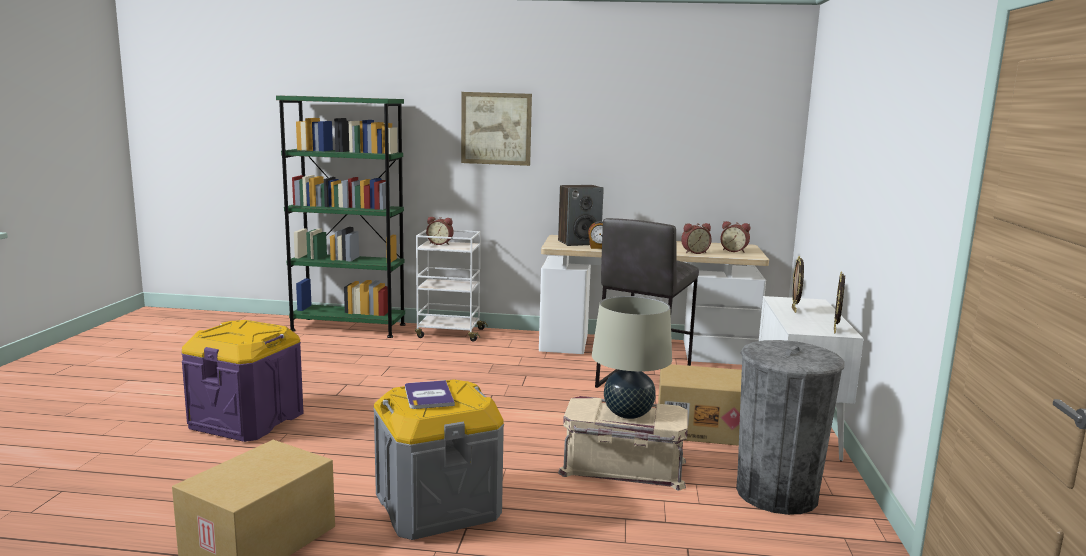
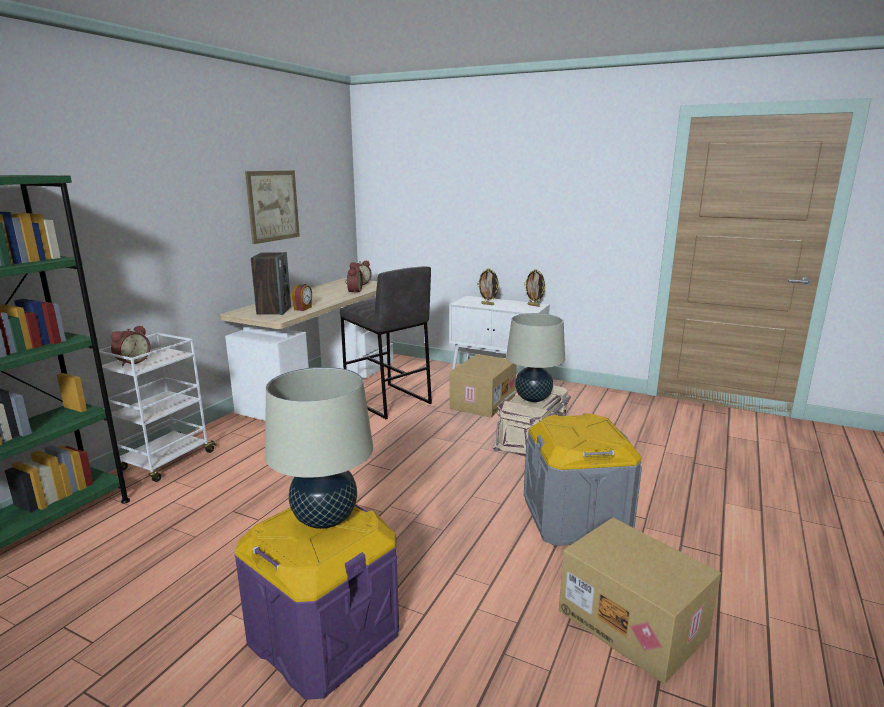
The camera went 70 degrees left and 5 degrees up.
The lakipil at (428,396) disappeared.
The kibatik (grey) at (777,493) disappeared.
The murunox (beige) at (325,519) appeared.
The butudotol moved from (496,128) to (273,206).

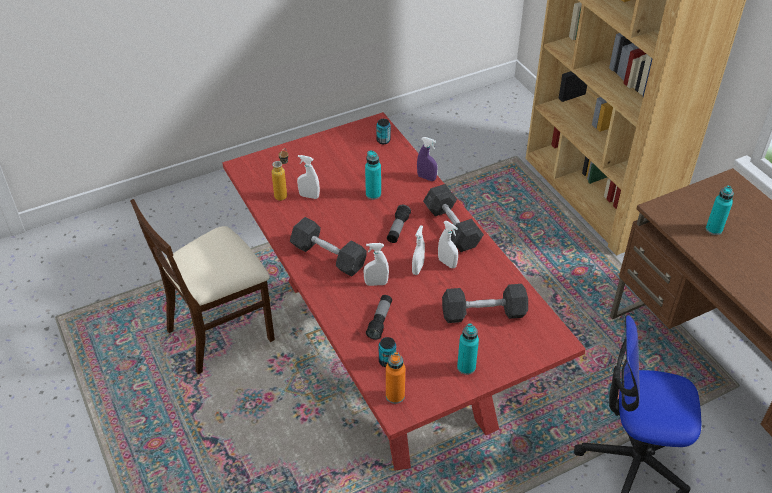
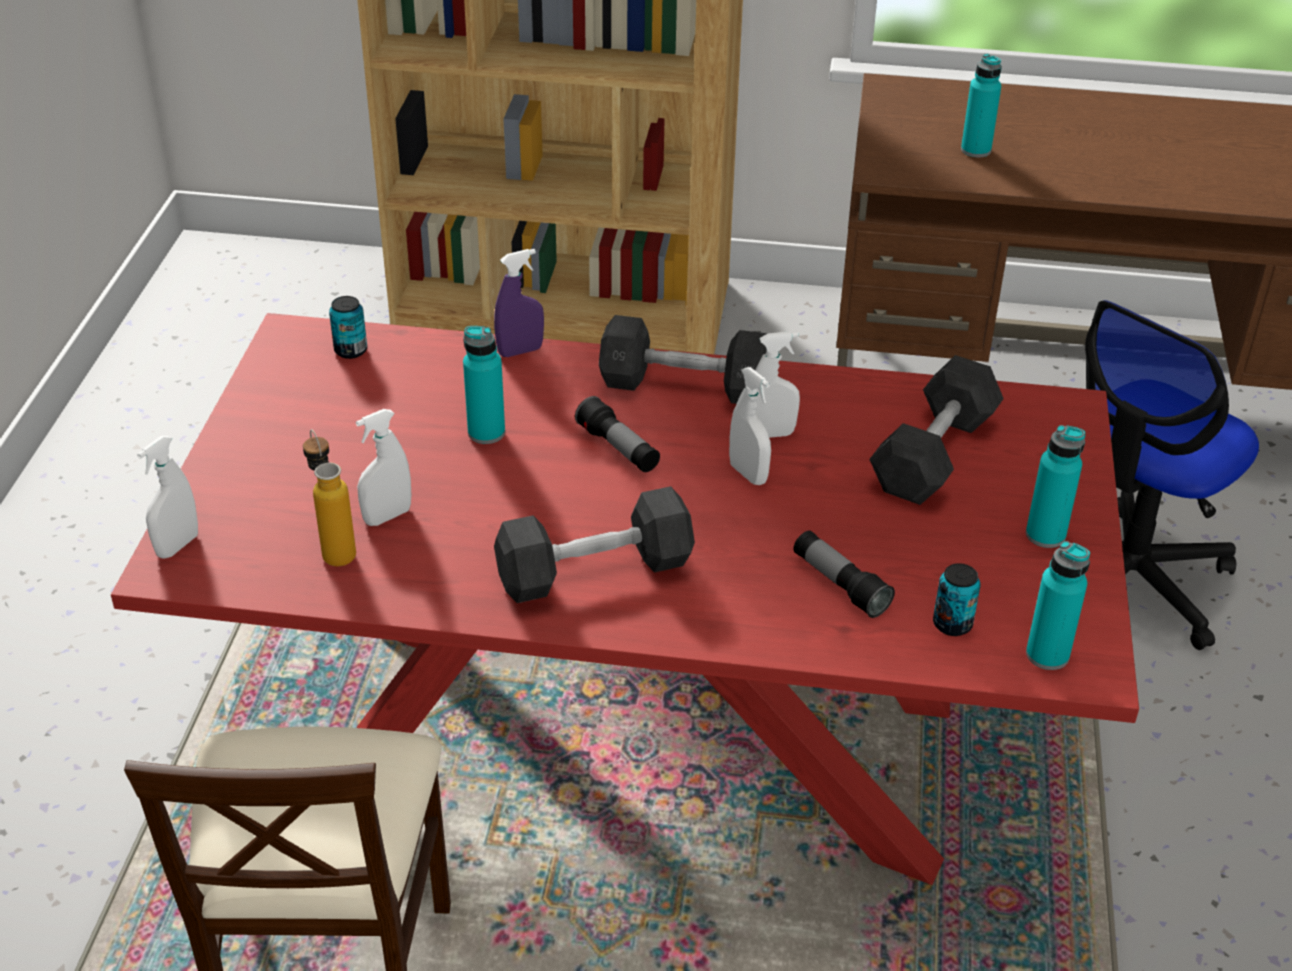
The camera went 55 degrees left and 5 degrees down.
The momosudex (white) moved from (376,283) to (177,546).
The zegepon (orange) at (395,396) became the zegepon (turquoise) at (1047,655).

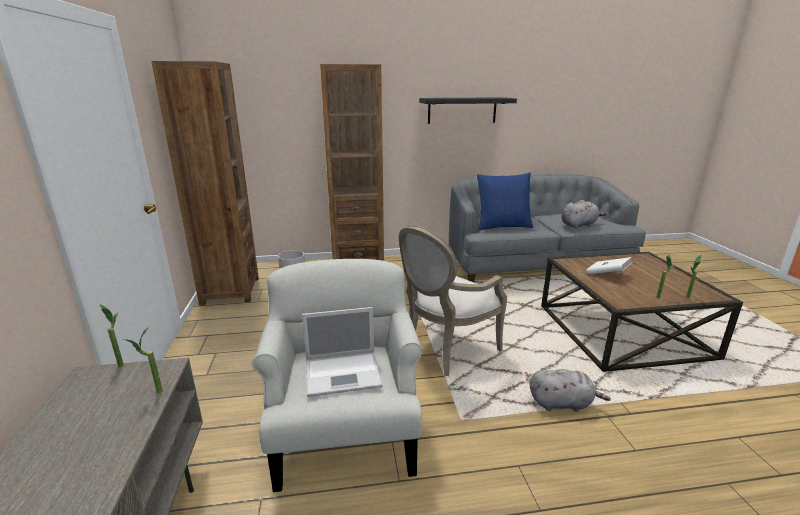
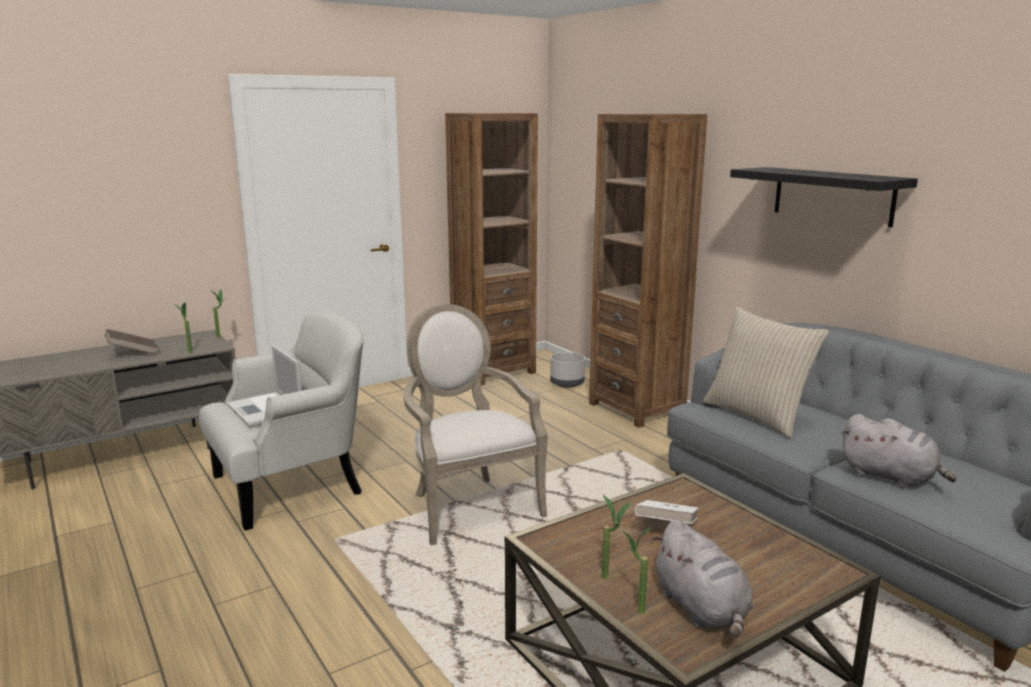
The camera went 65 degrees right and 5 degrees down.
The lakipil (brown) at (133,353) appeared.
The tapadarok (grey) moved from (562,403) to (702,609).
The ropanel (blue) at (502,226) became the ropanel (beige) at (757,415).
The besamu at (443,350) turned 45 degrees clockwise.

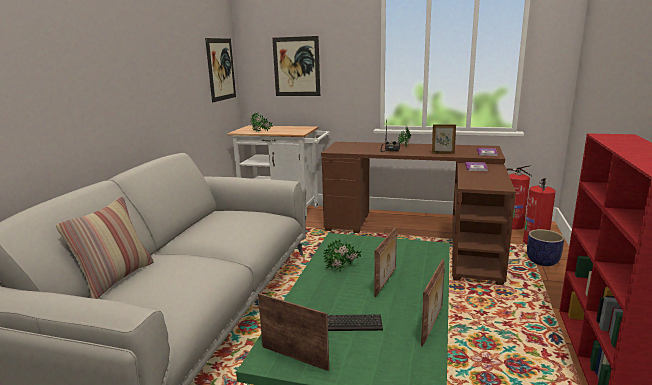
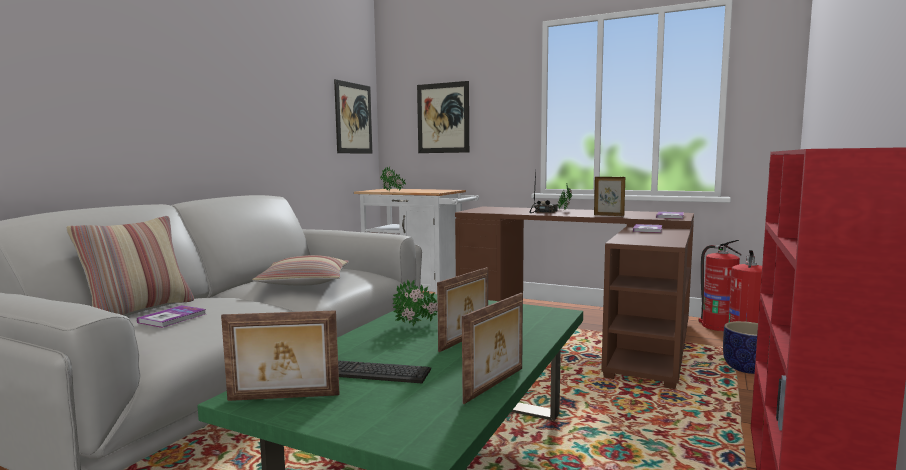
The camera went 10 degrees right and 10 degrees down.
The lakipil at (172,318) appeared.
The ropanel at (304,282) appeared.
The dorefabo at (295,357) turned 135 degrees clockwise.

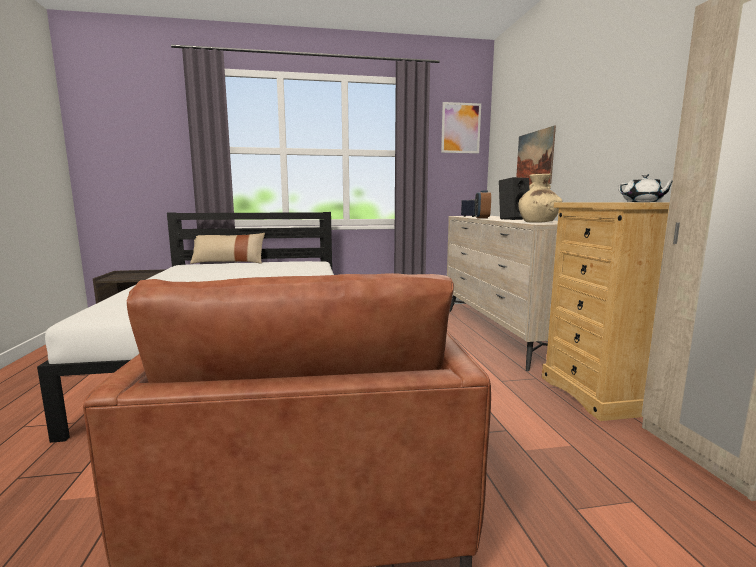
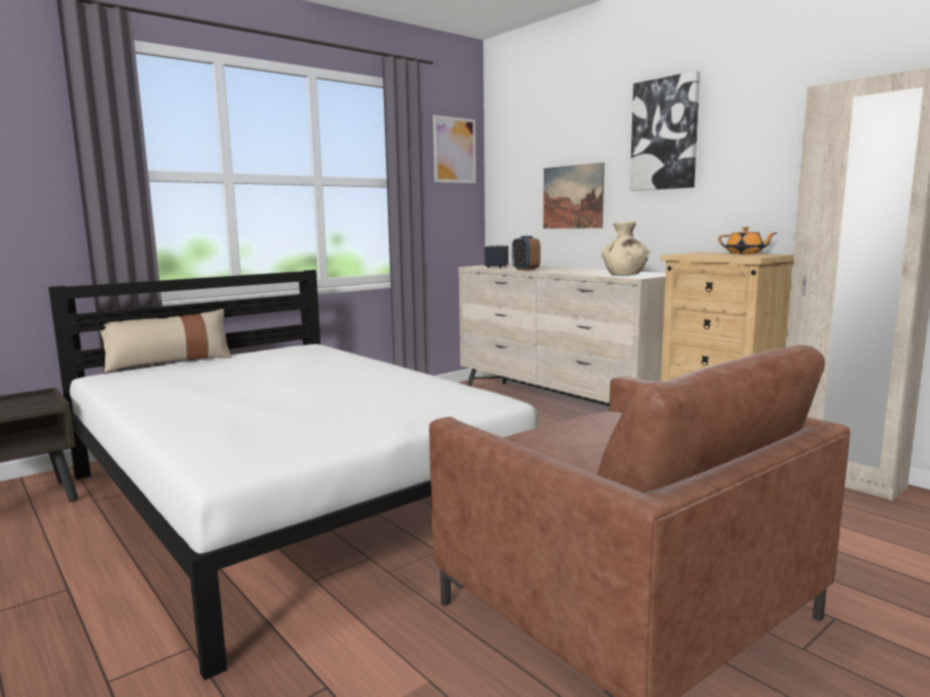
The camera went 30 degrees left and 0 degrees up.
The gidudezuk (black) at (513,219) disappeared.
The butudotol at (665,134) appeared.
The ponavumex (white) at (643,202) became the ponavumex (orange) at (745,253).

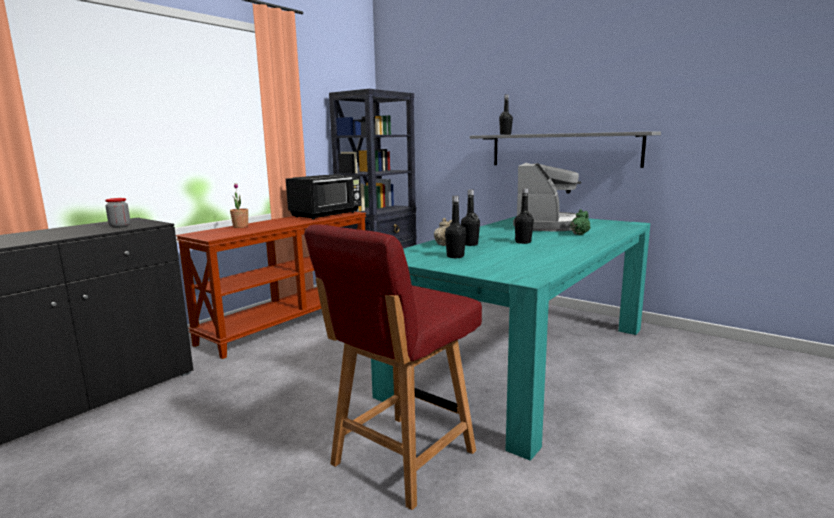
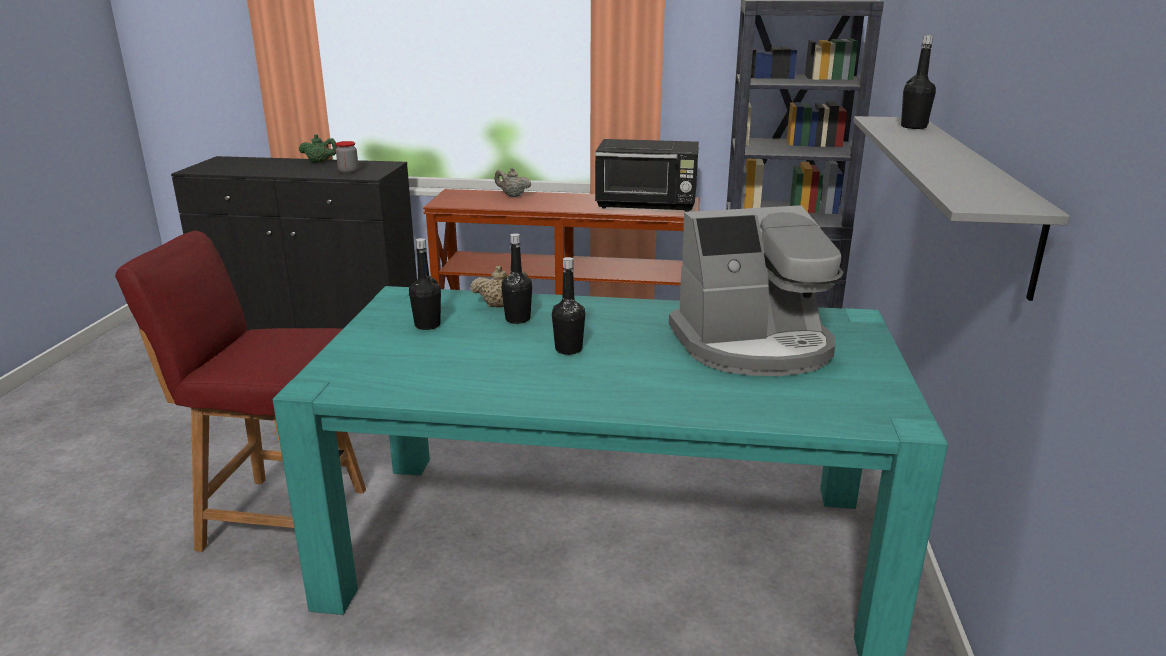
The camera went 60 degrees right and 10 degrees up.
The ponavumex (green) moved from (579,234) to (320,162).
The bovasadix at (240,226) was replaced by the ponavumex (beige) at (512,195).

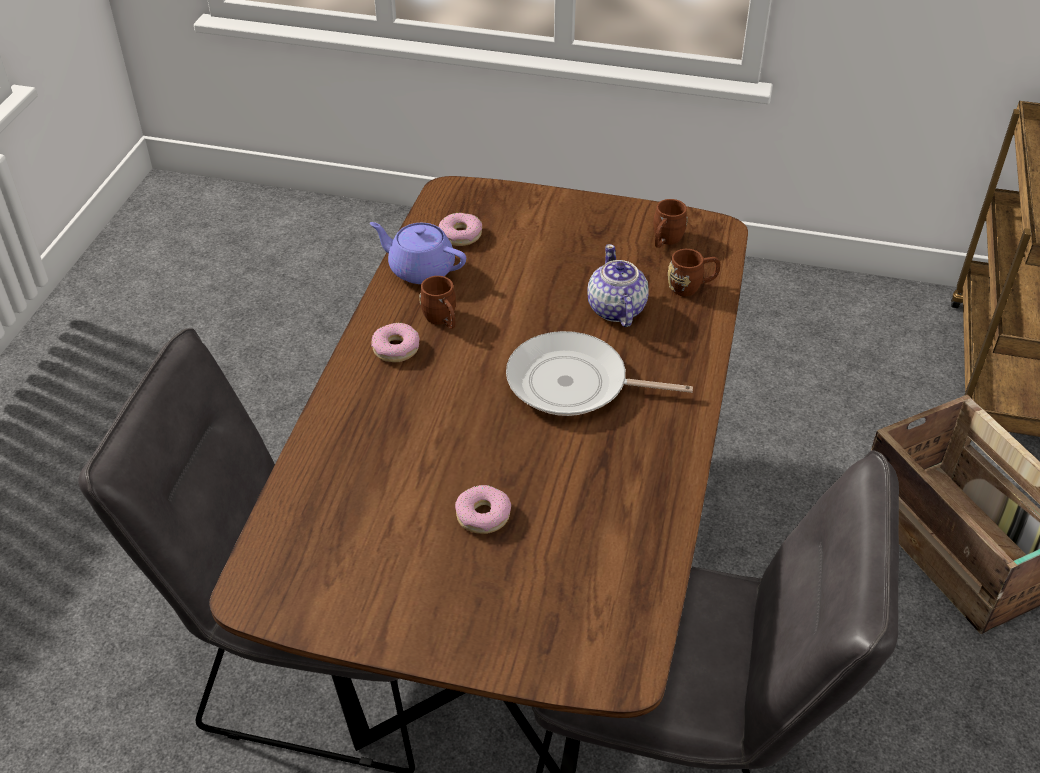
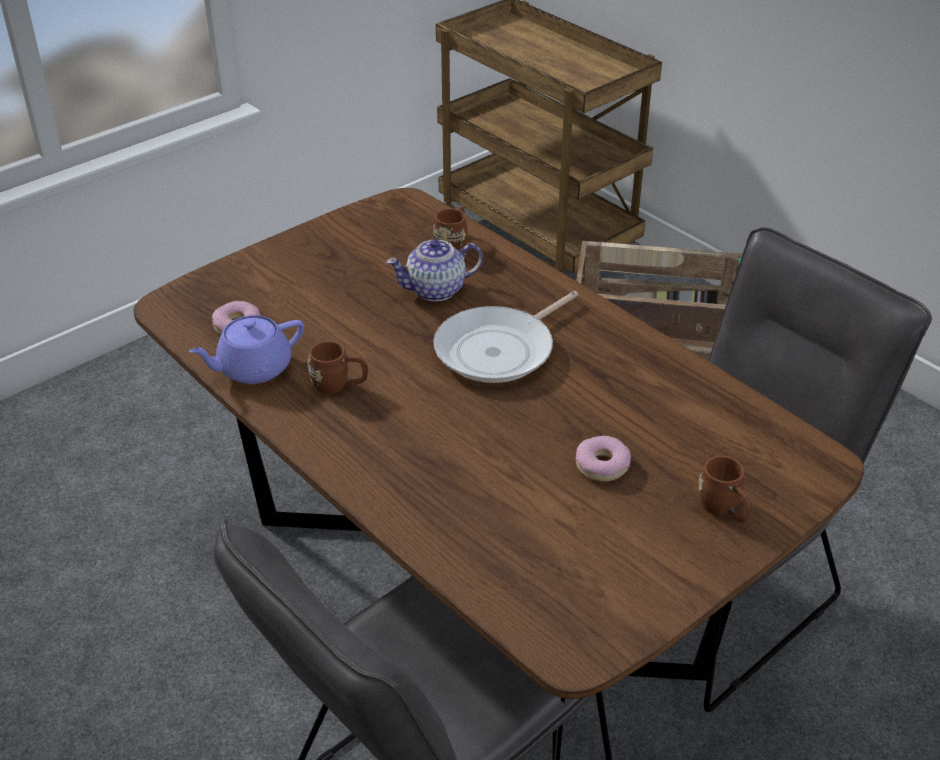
The camera went 55 degrees left and 5 degrees down.
The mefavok at (395,348) disappeared.
The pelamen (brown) moved from (665,241) to (724,510).
The ponavumex at (616,309) turned 45 degrees counterclockwise.

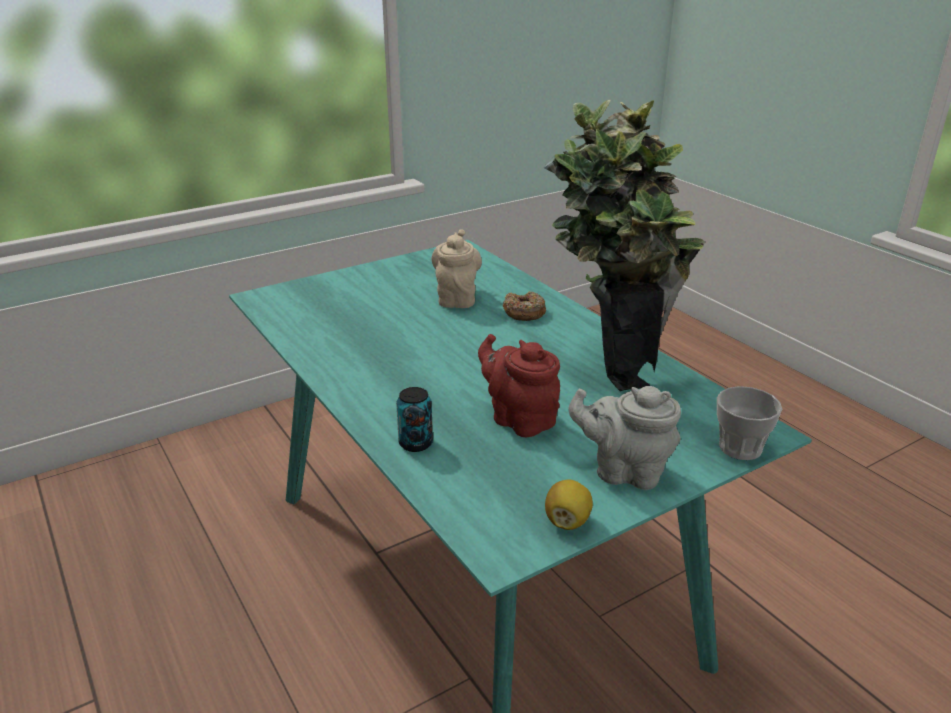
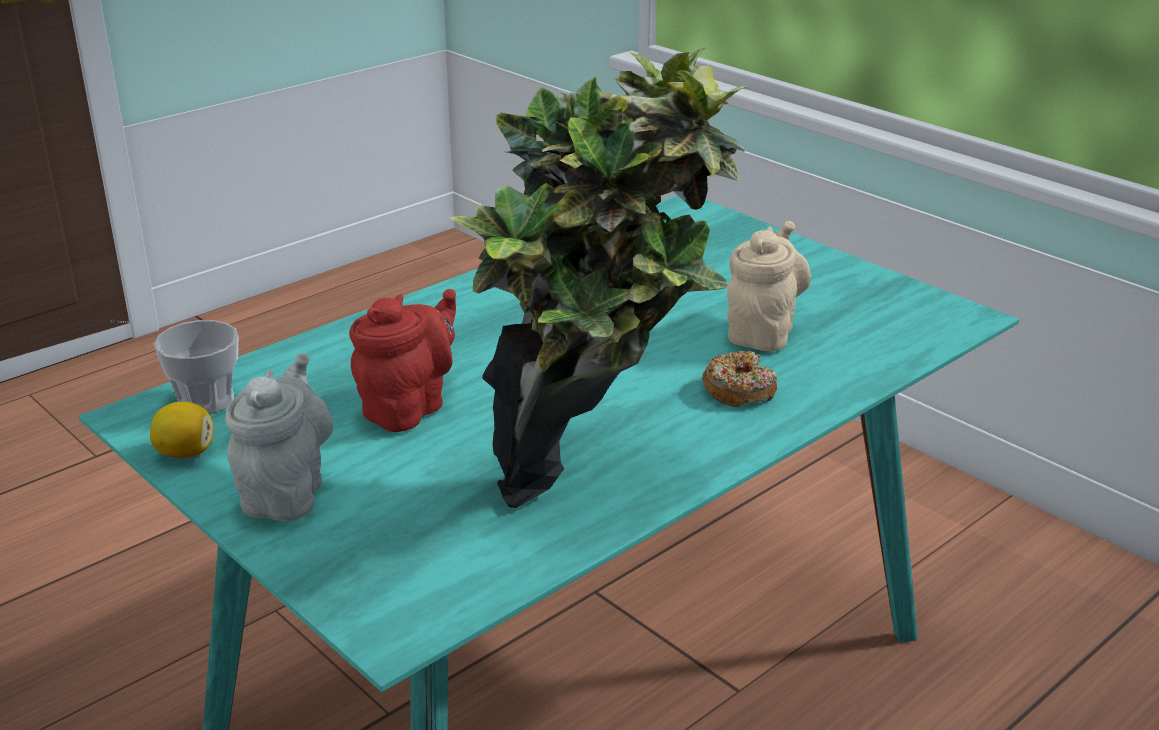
The camera went 80 degrees right and 0 degrees up.
The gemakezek at (415,443) disappeared.
The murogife moved from (740,448) to (206,400).
The ponavumex (beige) at (457,298) turned 60 degrees counterclockwise.

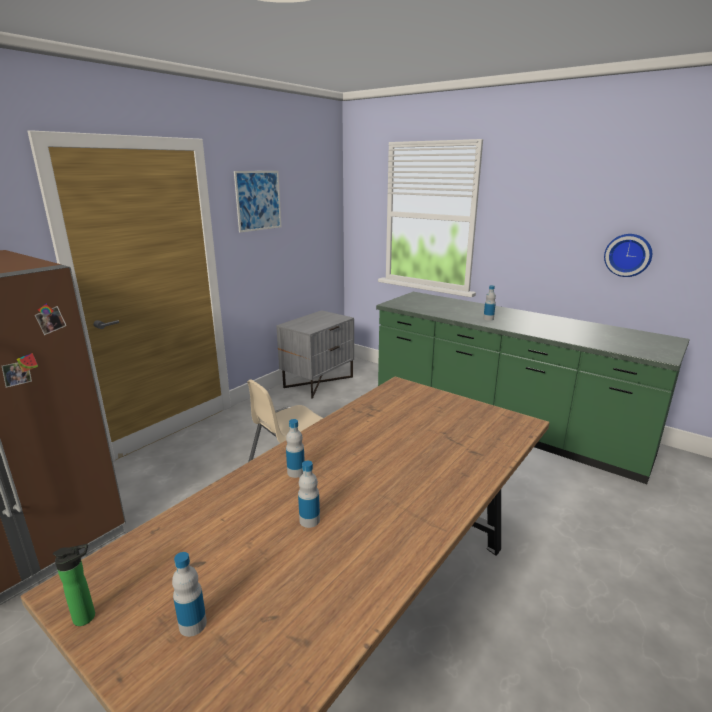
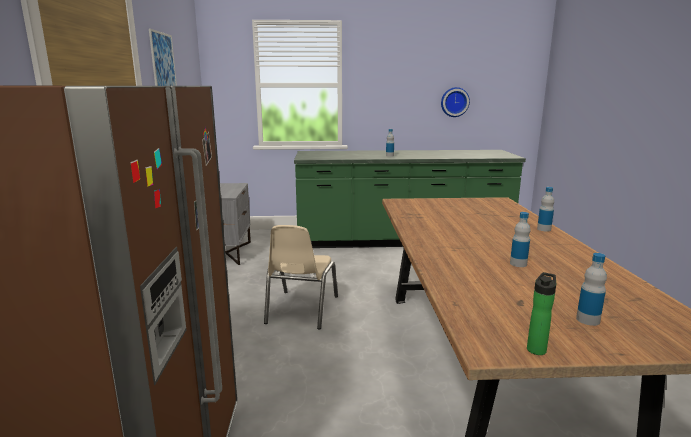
The camera went 40 degrees left and 5 degrees down.
The zegepon moved from (296,472) to (544,229).

